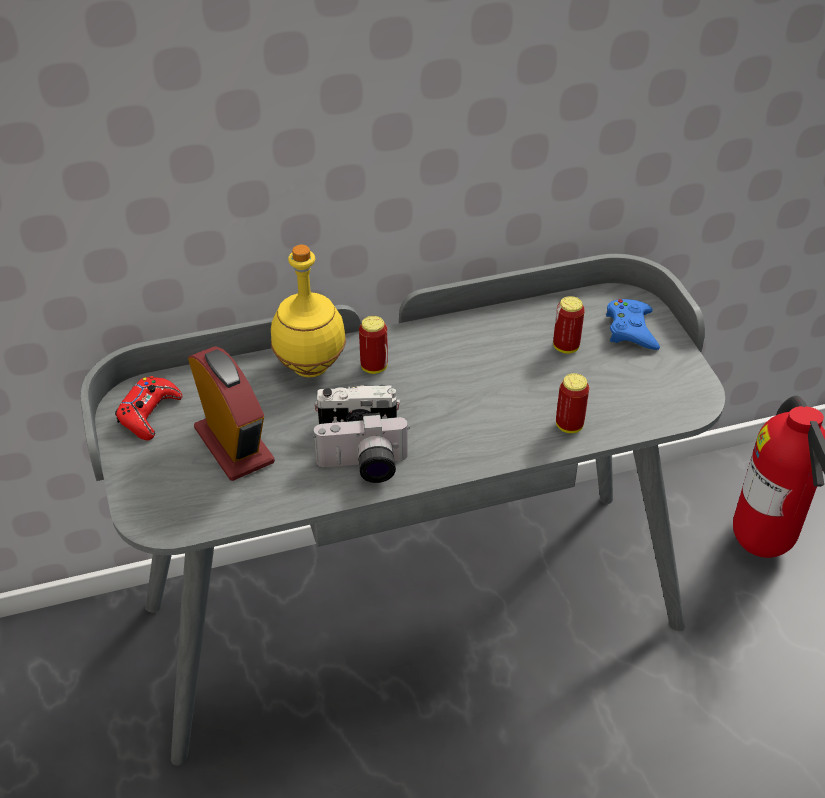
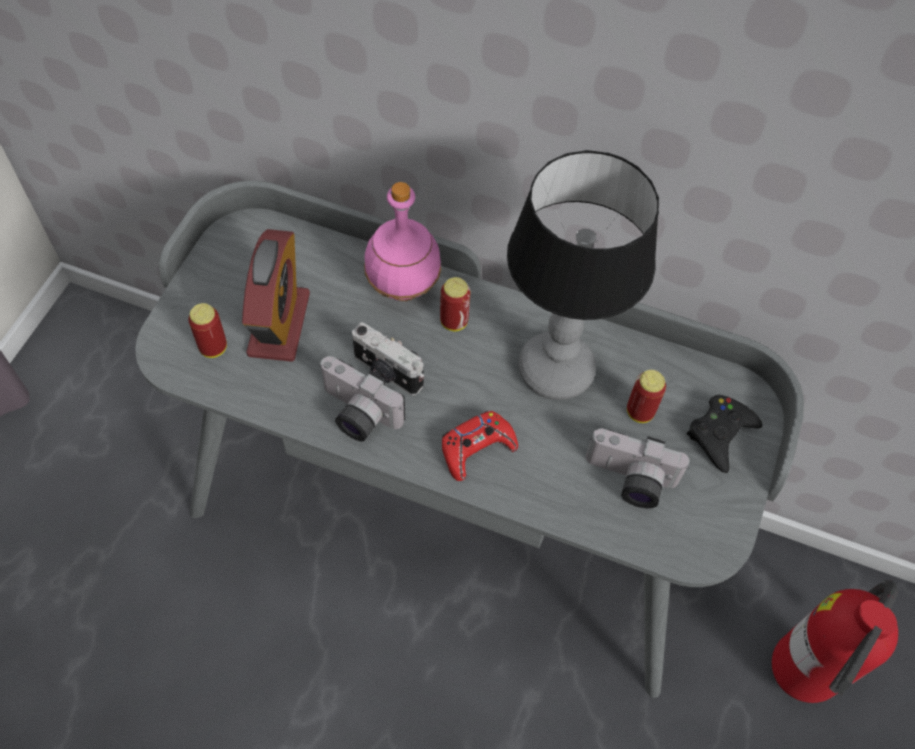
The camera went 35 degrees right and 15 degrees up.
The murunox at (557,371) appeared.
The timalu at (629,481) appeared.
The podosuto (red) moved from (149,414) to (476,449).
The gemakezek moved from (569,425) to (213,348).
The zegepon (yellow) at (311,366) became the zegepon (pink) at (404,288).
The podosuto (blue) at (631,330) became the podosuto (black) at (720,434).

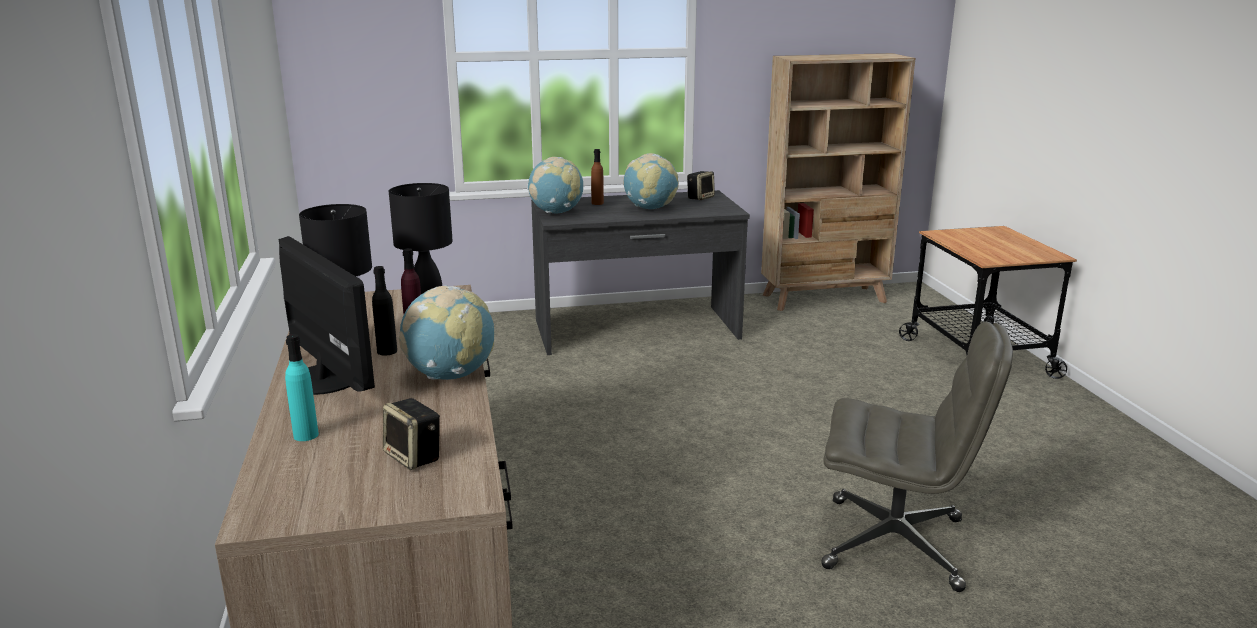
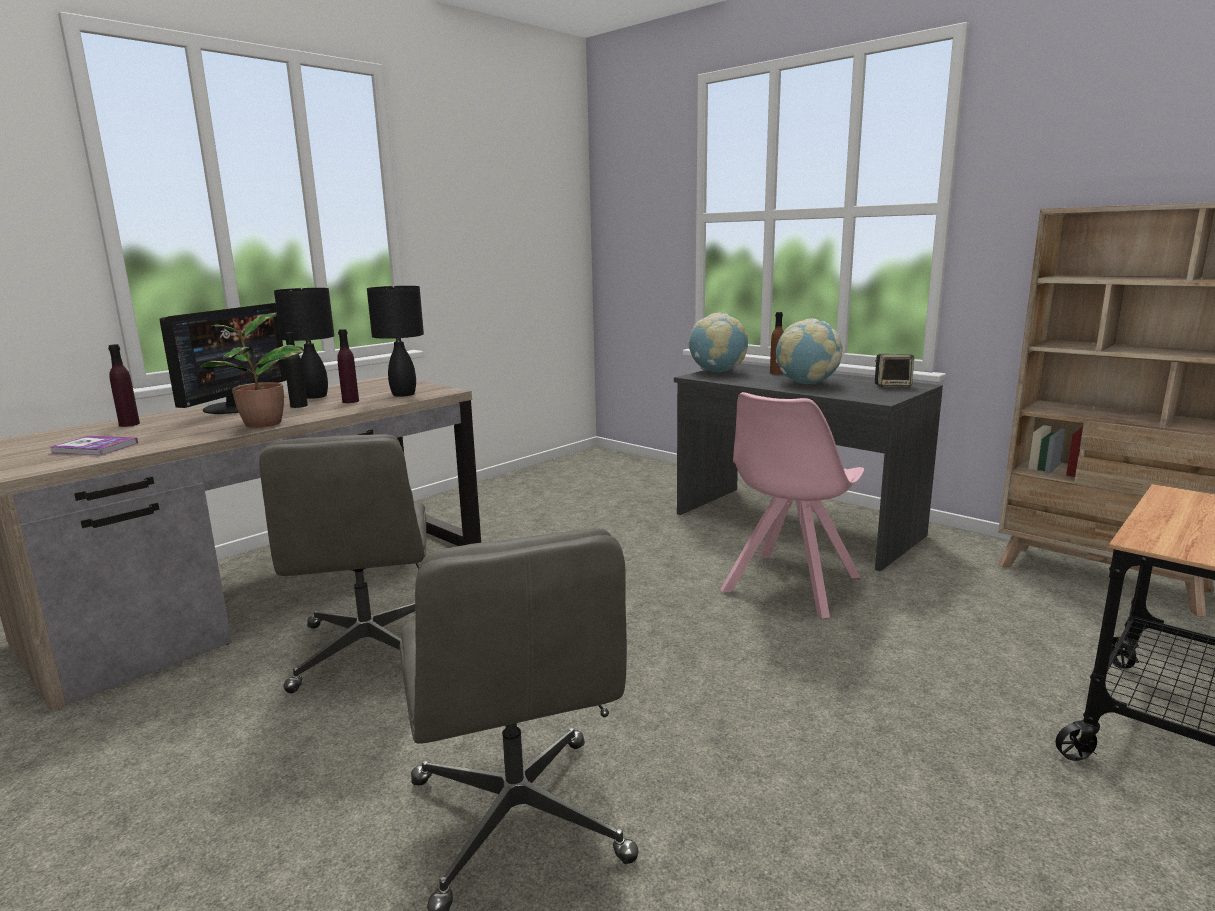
The camera went 55 degrees right and 5 degrees down.
The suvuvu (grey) at (368,651) appeared.
The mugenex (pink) at (789,586) appeared.
The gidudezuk at (414,457) was replaced by the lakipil at (95,448).
The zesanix at (450,375) was replaced by the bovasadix at (261,424).
The zegepon (turquoise) at (306,435) became the zegepon (purple) at (129,424).

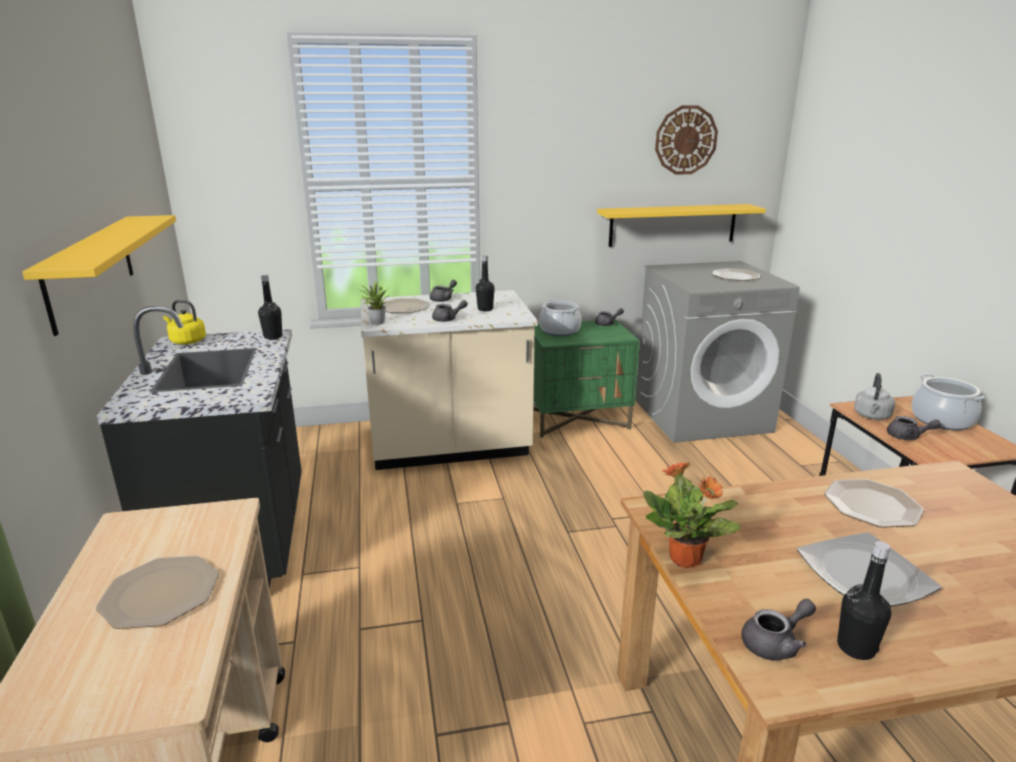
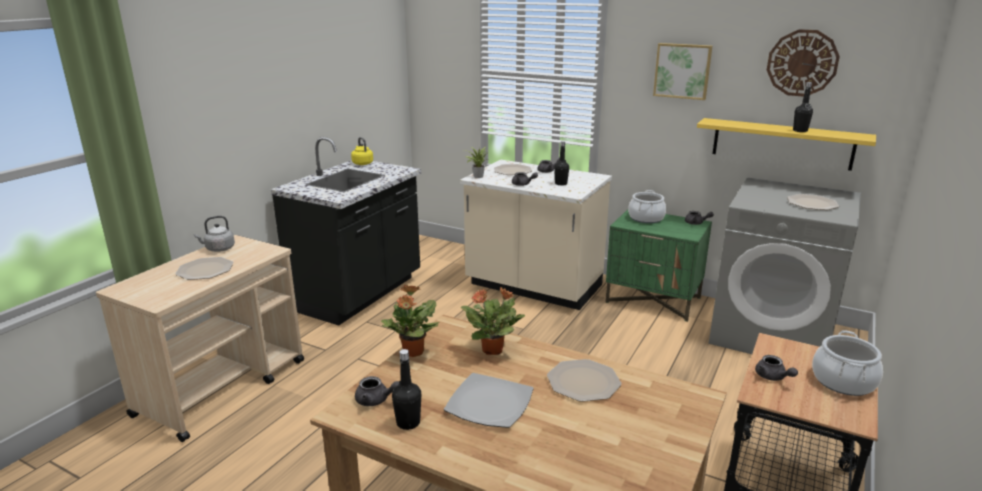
The camera went 40 degrees right and 0 degrees up.
The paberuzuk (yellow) at (90,270) disappeared.
The bovasadix at (493,350) appeared.
The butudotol at (682,71) appeared.
The zegepon (black) moved from (273,337) to (800,131).
The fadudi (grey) moved from (871,416) to (218,249).

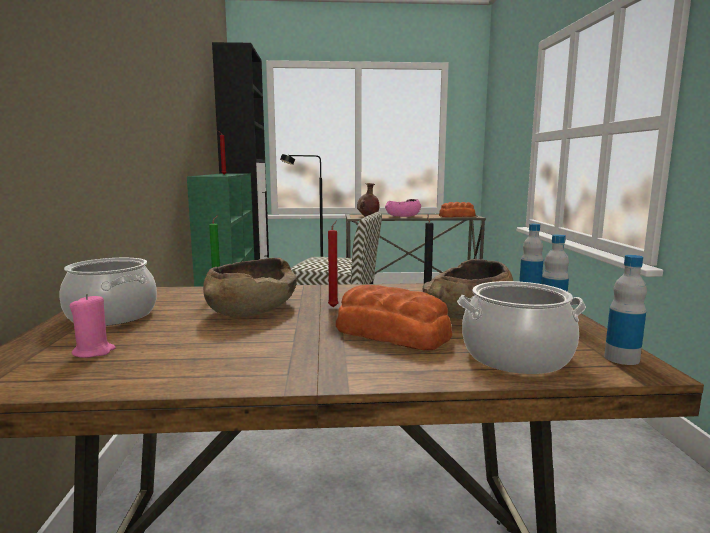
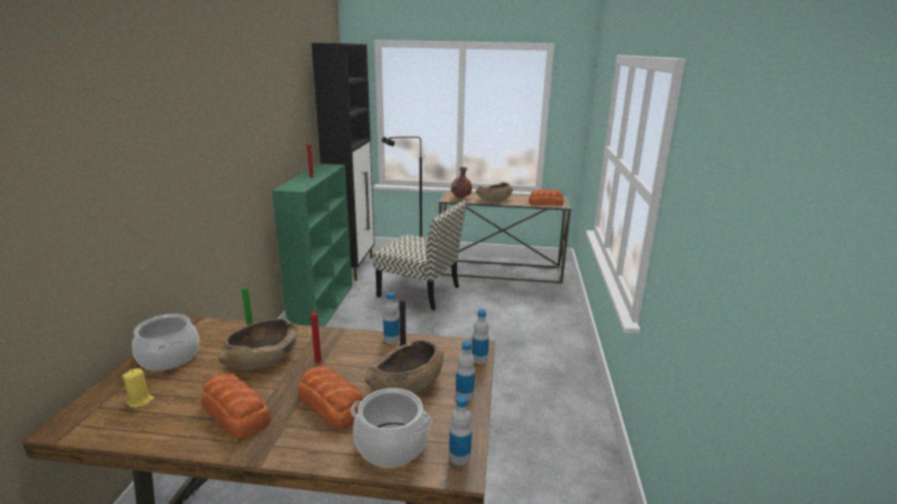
The camera went 10 degrees right and 10 degrees up.
The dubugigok at (236,414) appeared.
The zegepon at (391,339) appeared.
The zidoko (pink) at (94,352) became the zidoko (yellow) at (140,401).
The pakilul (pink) at (403,216) became the pakilul (brown) at (493,199).

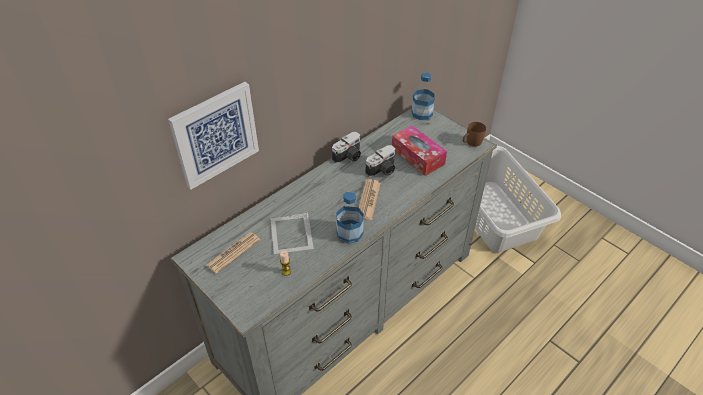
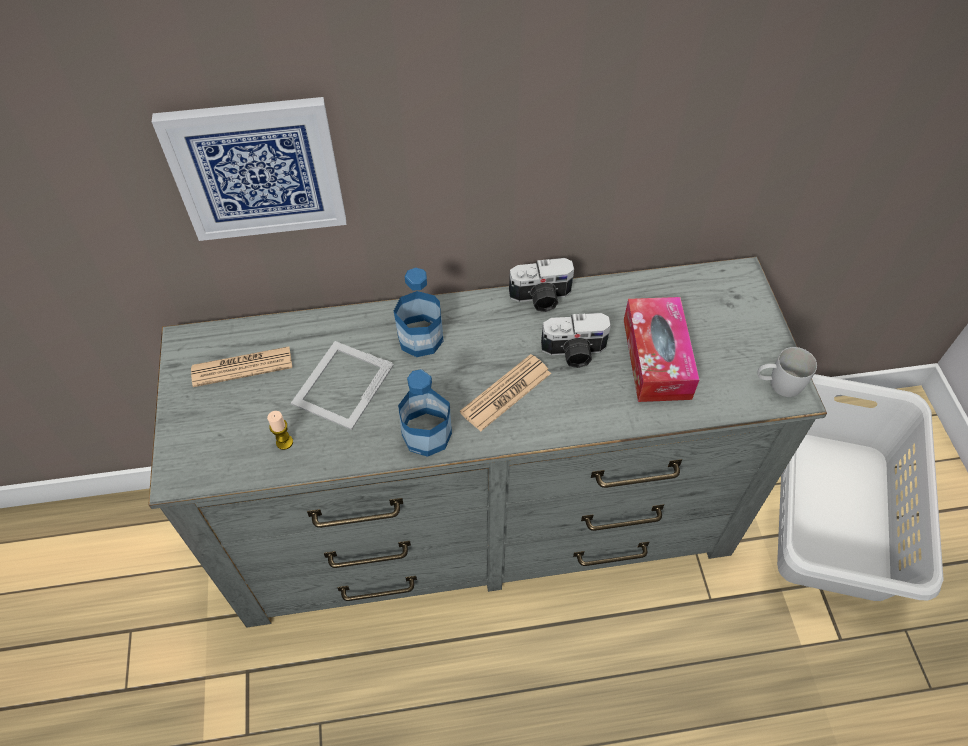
The camera went 35 degrees right and 10 degrees up.
The zegepon moved from (422,113) to (420,338).
The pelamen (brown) at (471,143) became the pelamen (white) at (778,384).

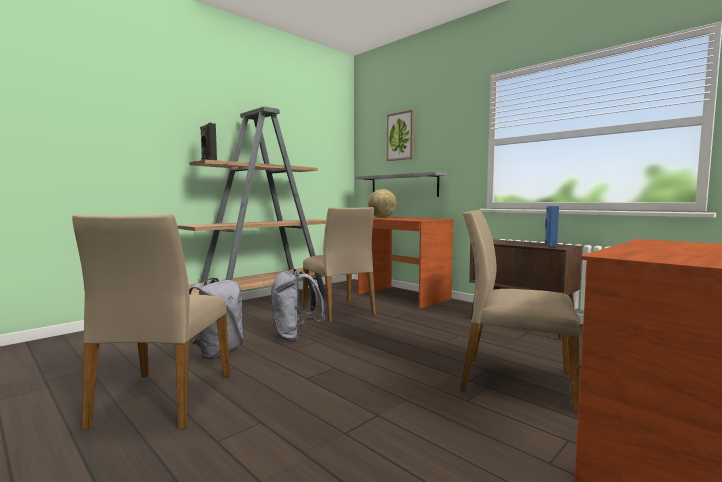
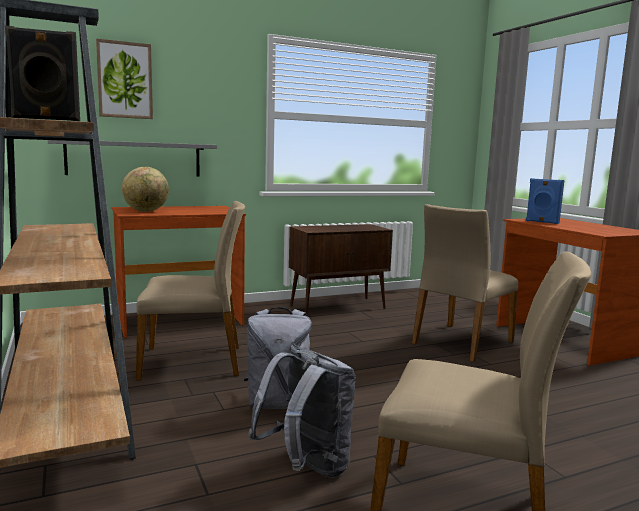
The camera went 70 degrees left and 5 degrees up.
The gidudezuk (blue) moved from (550,245) to (542,222).

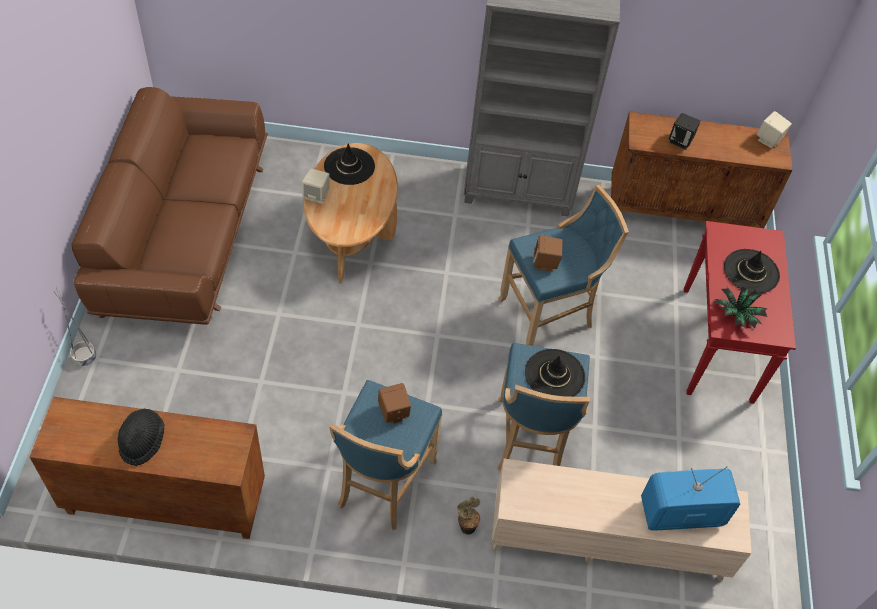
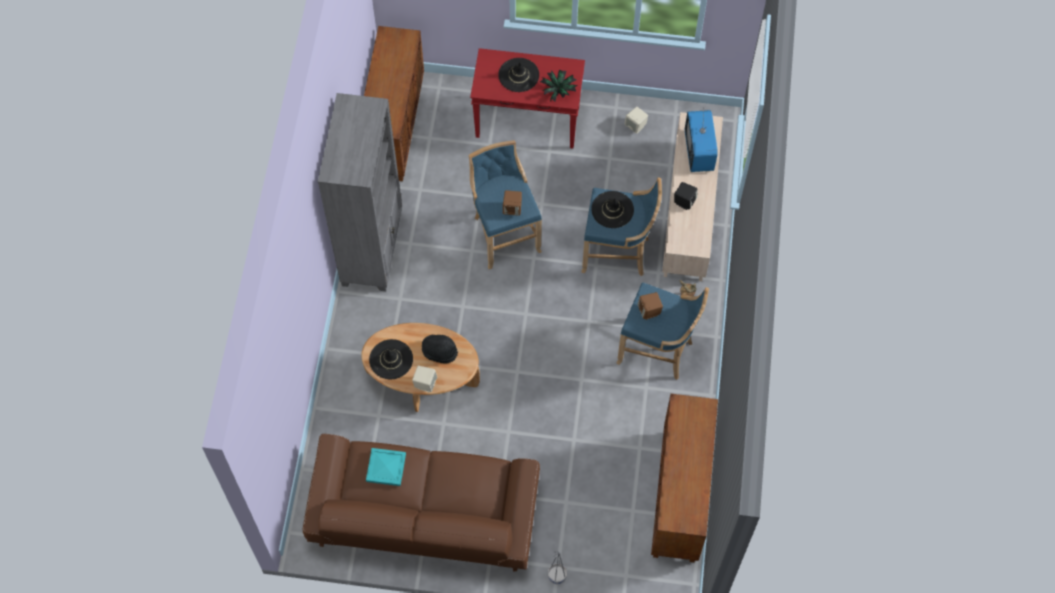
The camera went 85 degrees left and 10 degrees up.
The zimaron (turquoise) at (385,468) appeared.
The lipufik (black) moved from (142,442) to (439,352).
The gidudezuk (black) moved from (681,141) to (684,201).
The gidudezuk (beige) moved from (769,140) to (635,126).

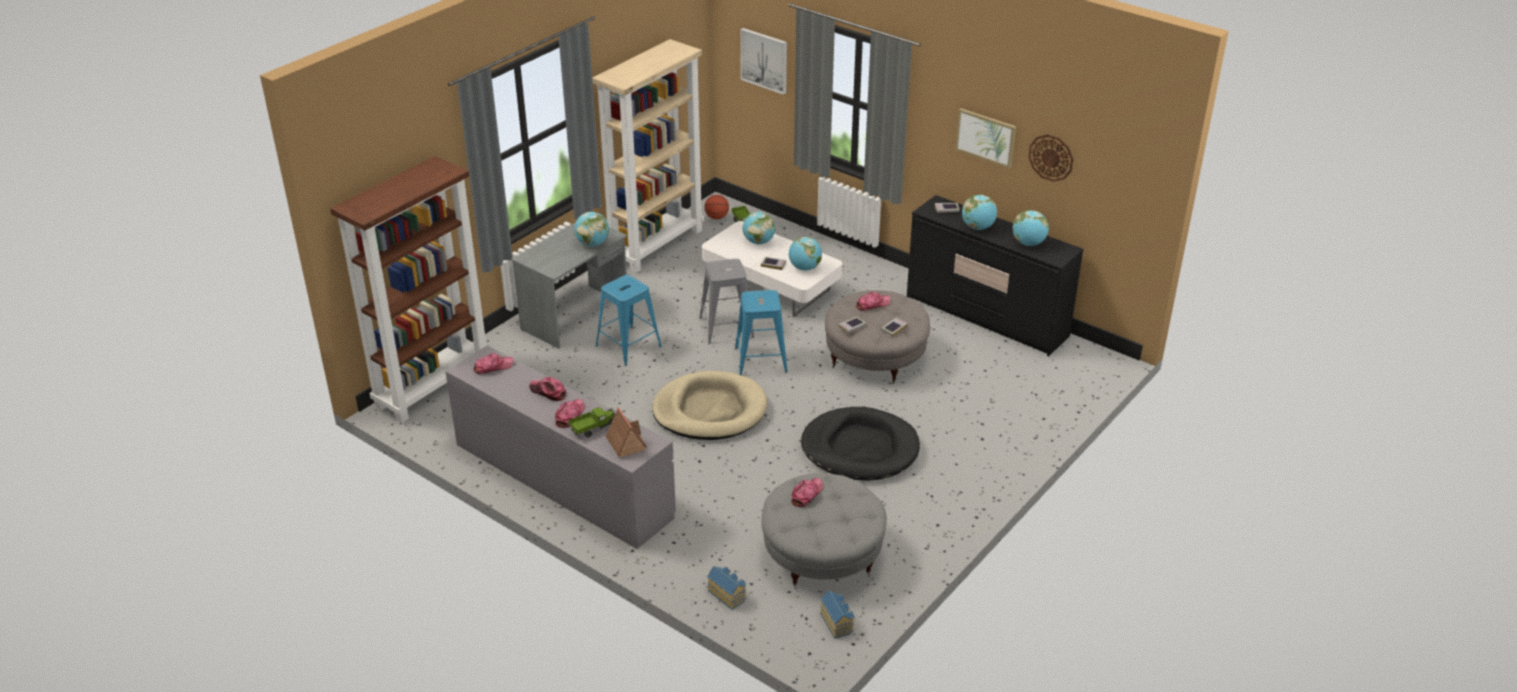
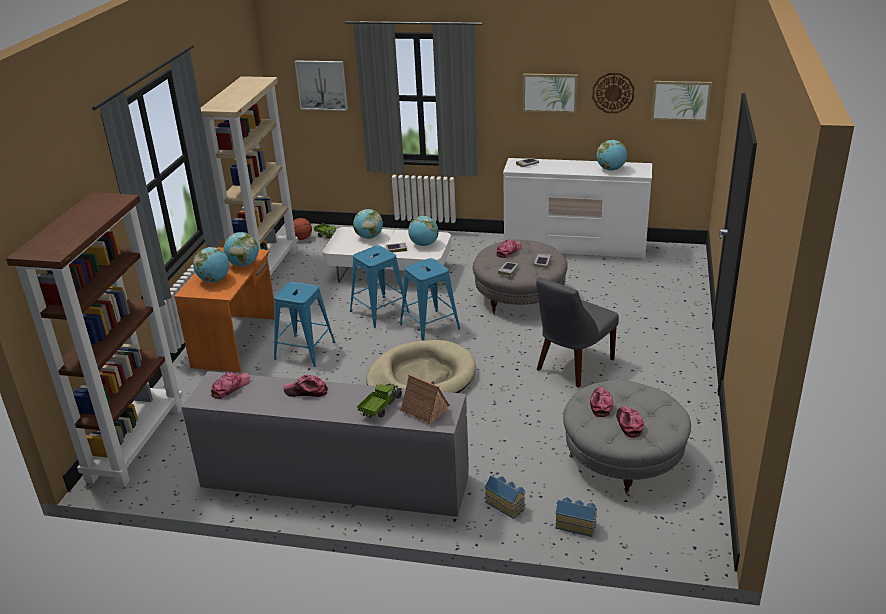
The camera went 25 degrees left and 5 degrees down.
The butudotol at (680,100) appeared.
The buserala moved from (570,415) to (629,424).
The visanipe moved from (837,622) to (505,504).
The zesanix moved from (978,227) to (214,280).
The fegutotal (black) at (860,449) was replaced by the mugenex (grey) at (572,366).
The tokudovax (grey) at (576,316) became the tokudovax (orange) at (236,342).
The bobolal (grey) at (726,327) became the bobolal (blue) at (379,312).
The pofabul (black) at (986,317) became the pofabul (white) at (575,247).

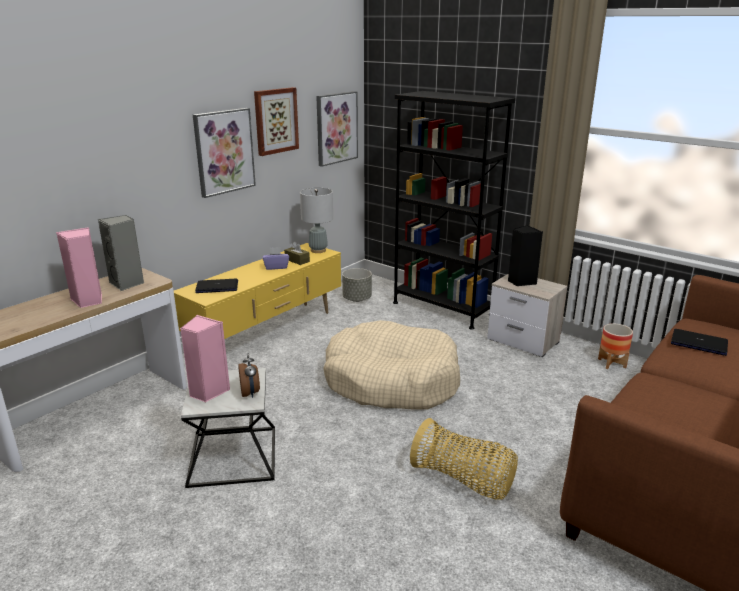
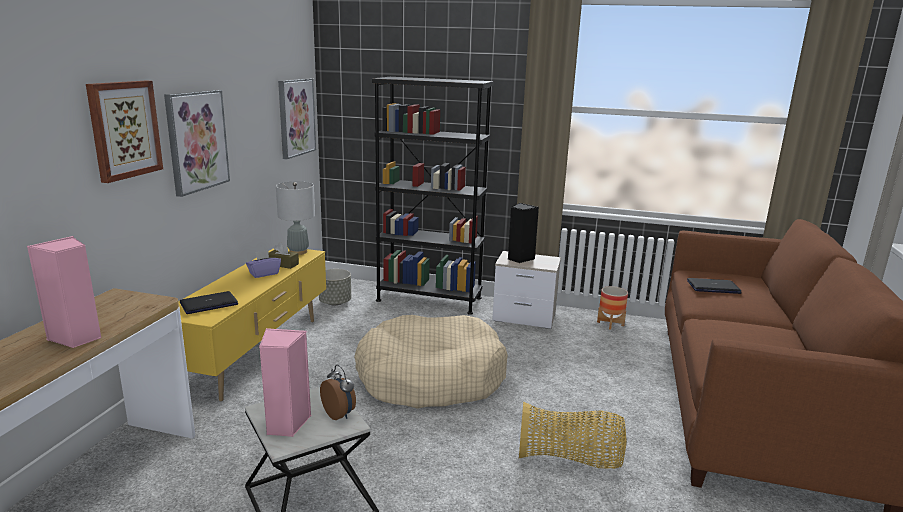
The camera went 25 degrees left and 5 degrees down.
The gidudezuk (grey) at (127,284) disappeared.
The butudotol moved from (275,121) to (124,129).

